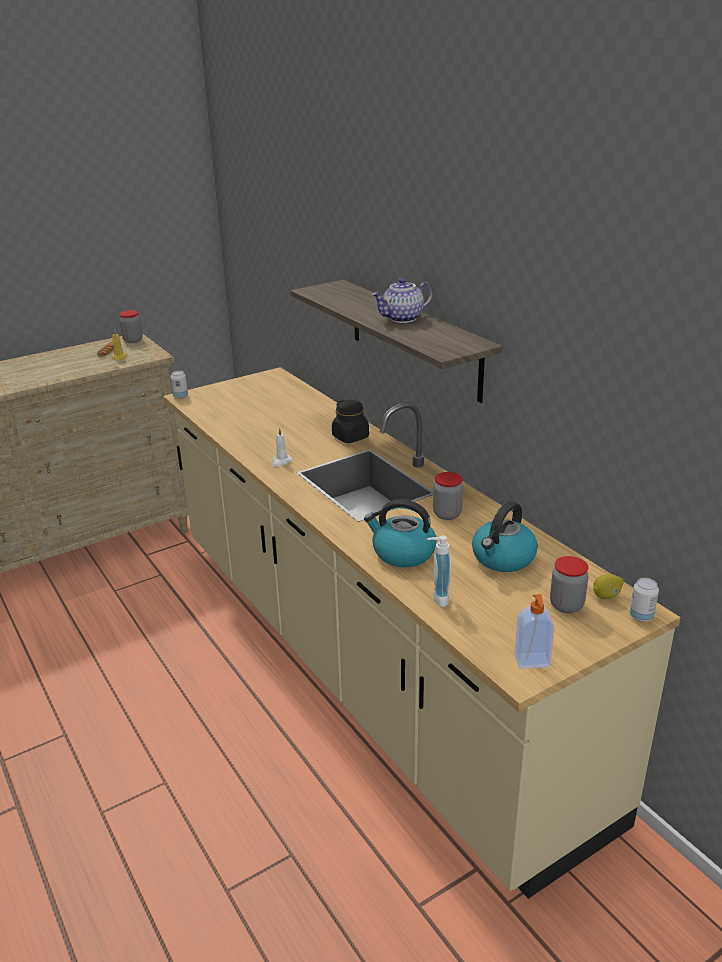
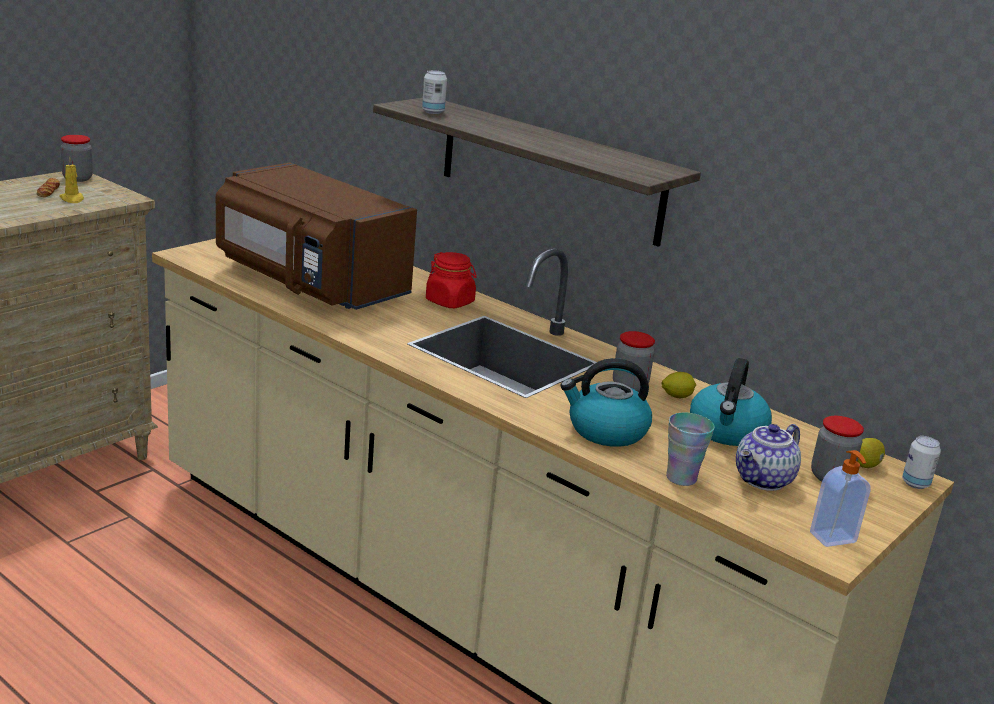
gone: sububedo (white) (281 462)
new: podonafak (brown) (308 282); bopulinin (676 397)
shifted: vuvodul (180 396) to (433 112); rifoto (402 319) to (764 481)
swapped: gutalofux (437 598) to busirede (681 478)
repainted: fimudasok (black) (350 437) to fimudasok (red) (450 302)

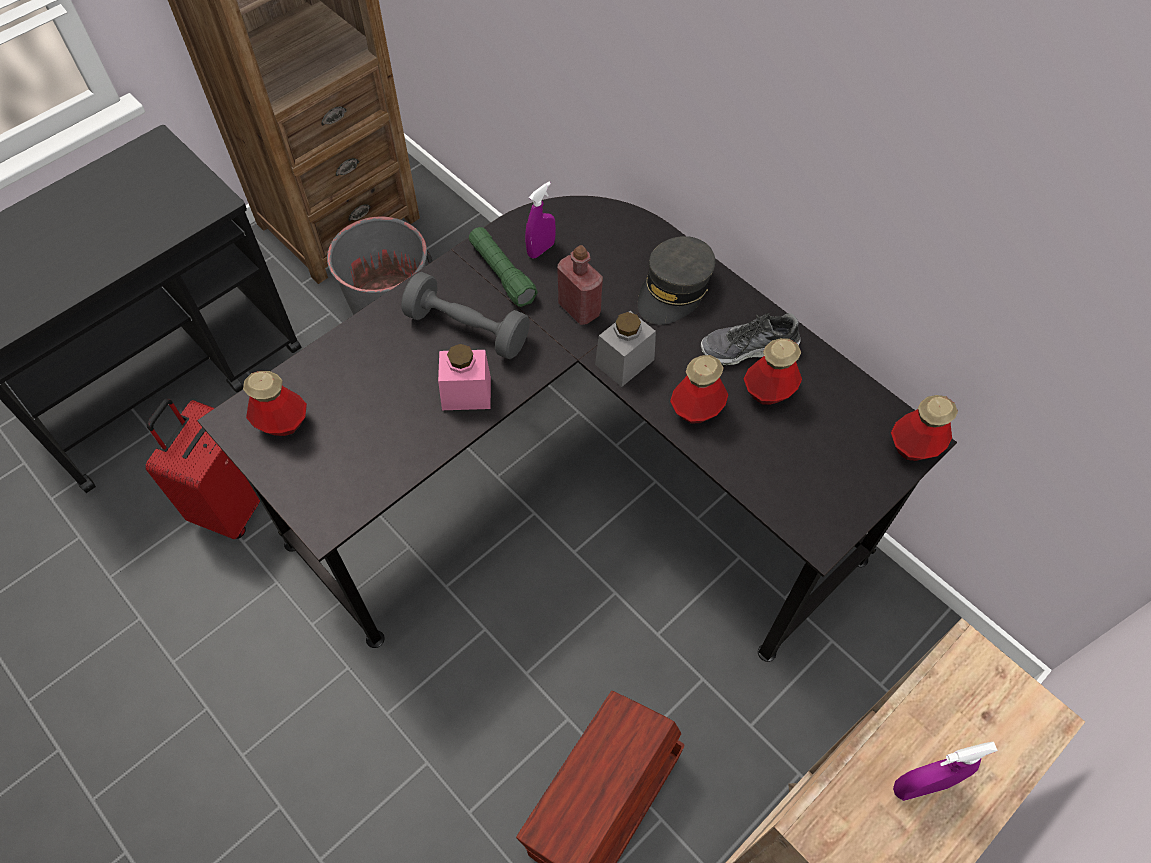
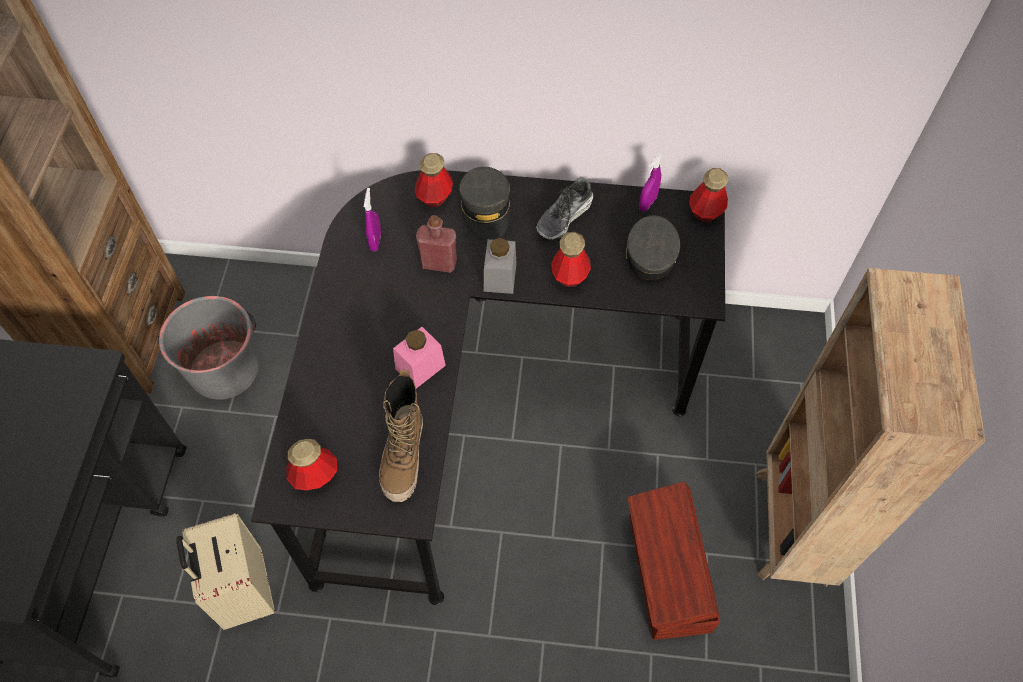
gone: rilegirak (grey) (467 329); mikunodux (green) (502 274)
new: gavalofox (404 457); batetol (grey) (650 253)
shifted: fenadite (768 391) to (434 197); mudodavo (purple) (920 785) to (647 203)
repainted: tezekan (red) (235 503) to tezekan (beige) (243 591)

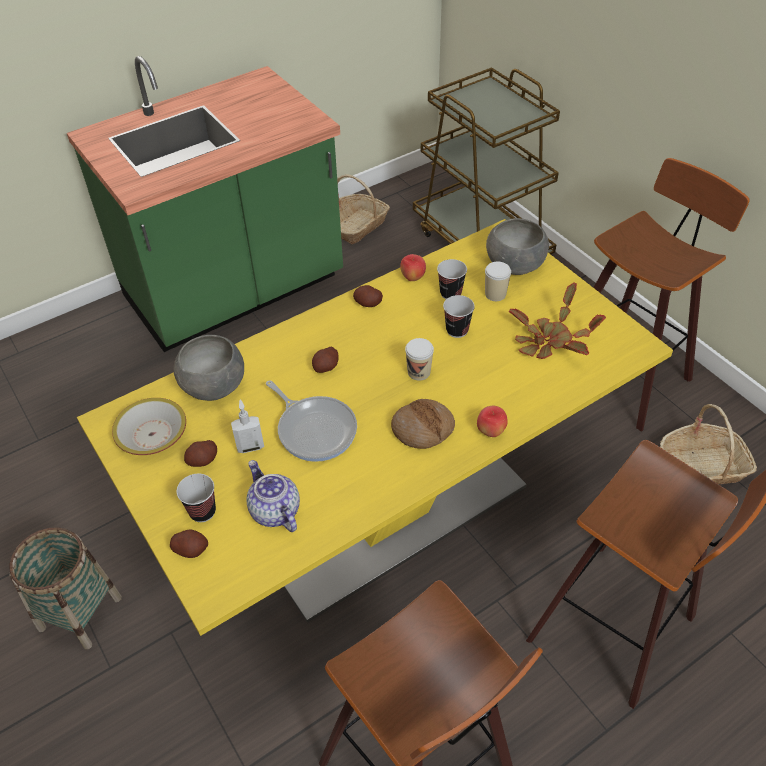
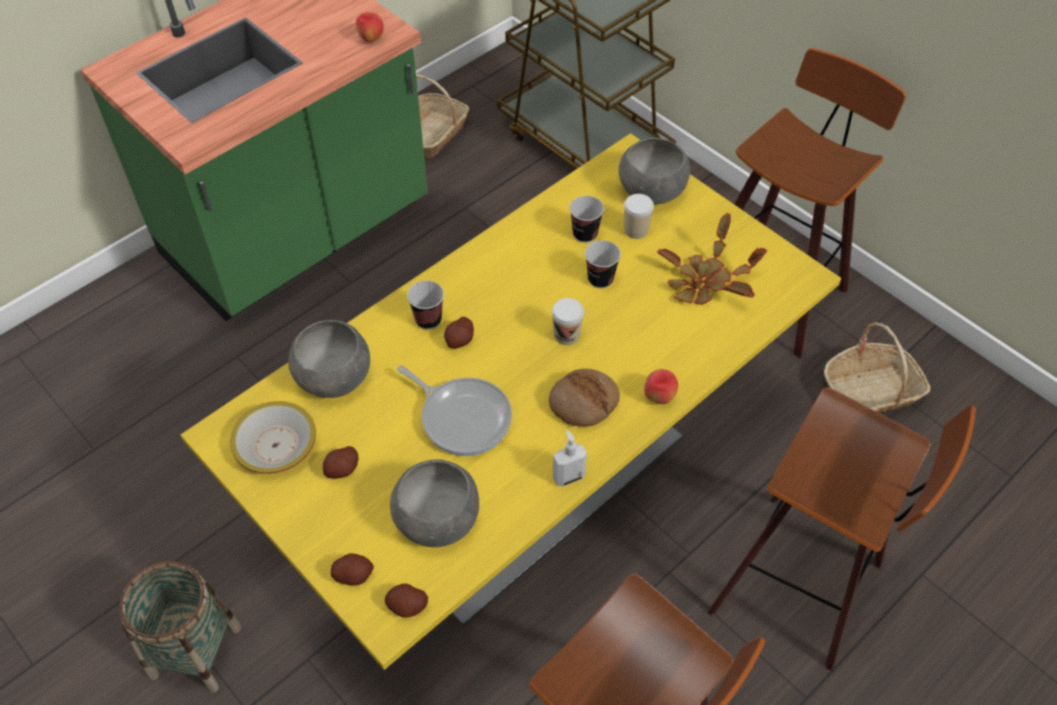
shifted: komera (413 278) to (371 39); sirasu (368 303) to (407 606); busirede (202 511) to (428 320); gutalofux (250 446) to (568 476)
swapped: rifoto (274 511) to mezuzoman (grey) (437 519)

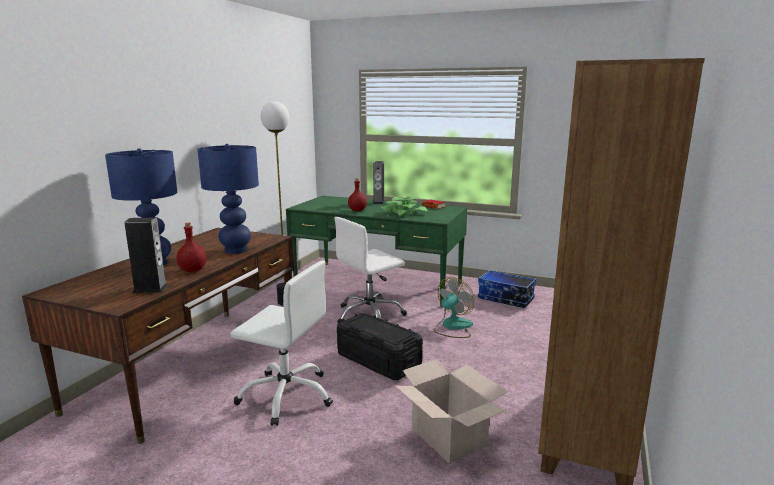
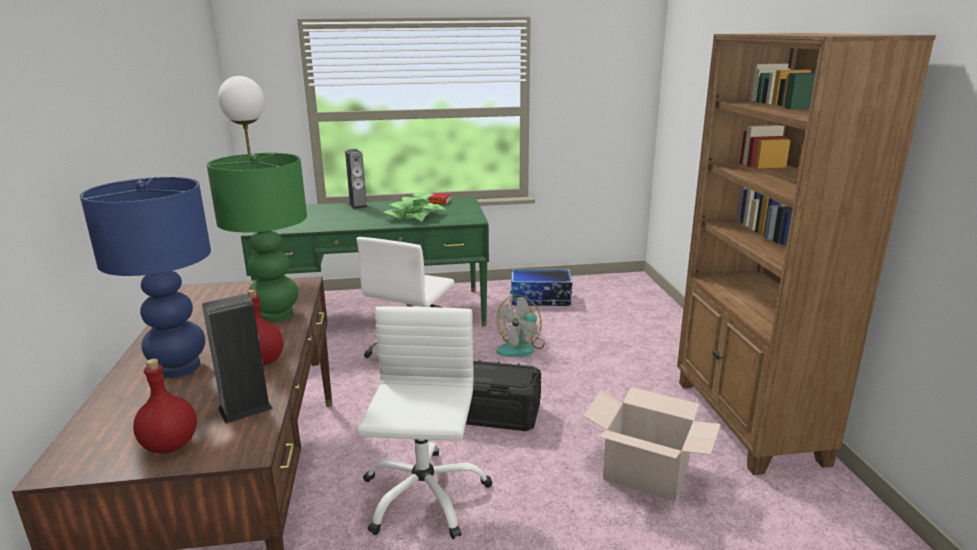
shifted: fenadite (red) (357 210) to (171 445)
repainted: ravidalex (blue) (236 250) to ravidalex (green) (277 315)
rotated: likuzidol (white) (286 395) = (423 495) 75 degrees counterclockwise; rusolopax (452 327) = (521 347) 150 degrees counterclockwise

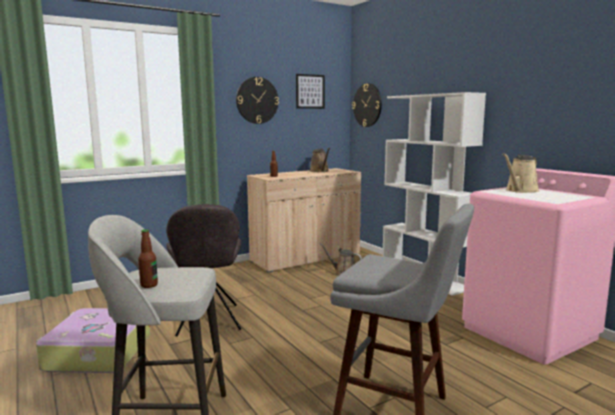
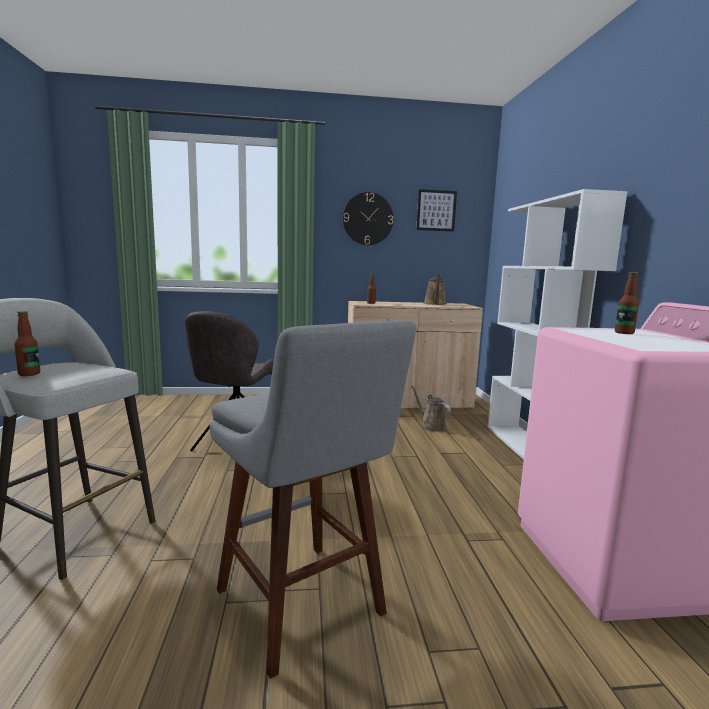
gone: tezekan (97 353); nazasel (367 105)
swapped: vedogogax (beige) (520 191) to fenadite (624 333)

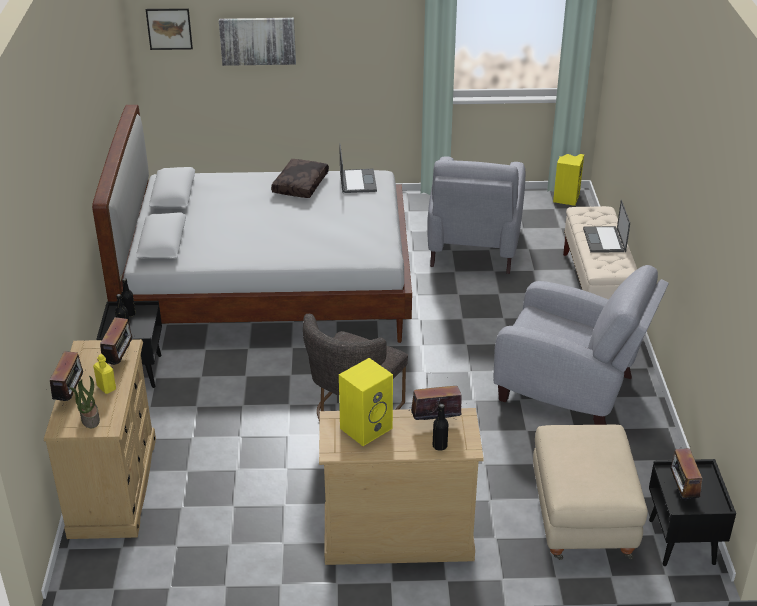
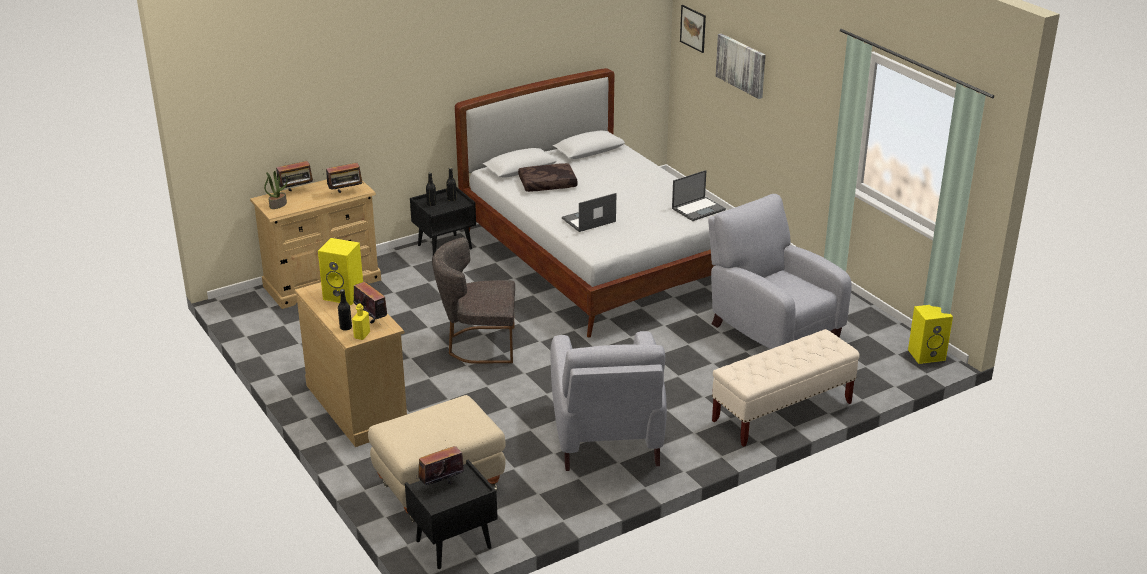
shifted: fenadite (yellow) (106 388) to (362 335); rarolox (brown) (301 185) to (547 184); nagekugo (604 240) to (588 220)
rotated: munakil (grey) (473 247) = (771 330) 75 degrees clockwise

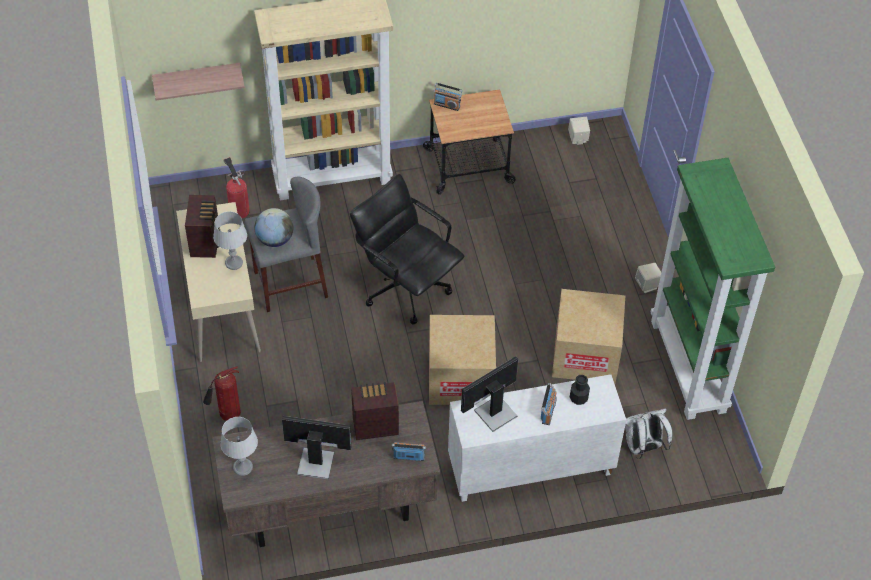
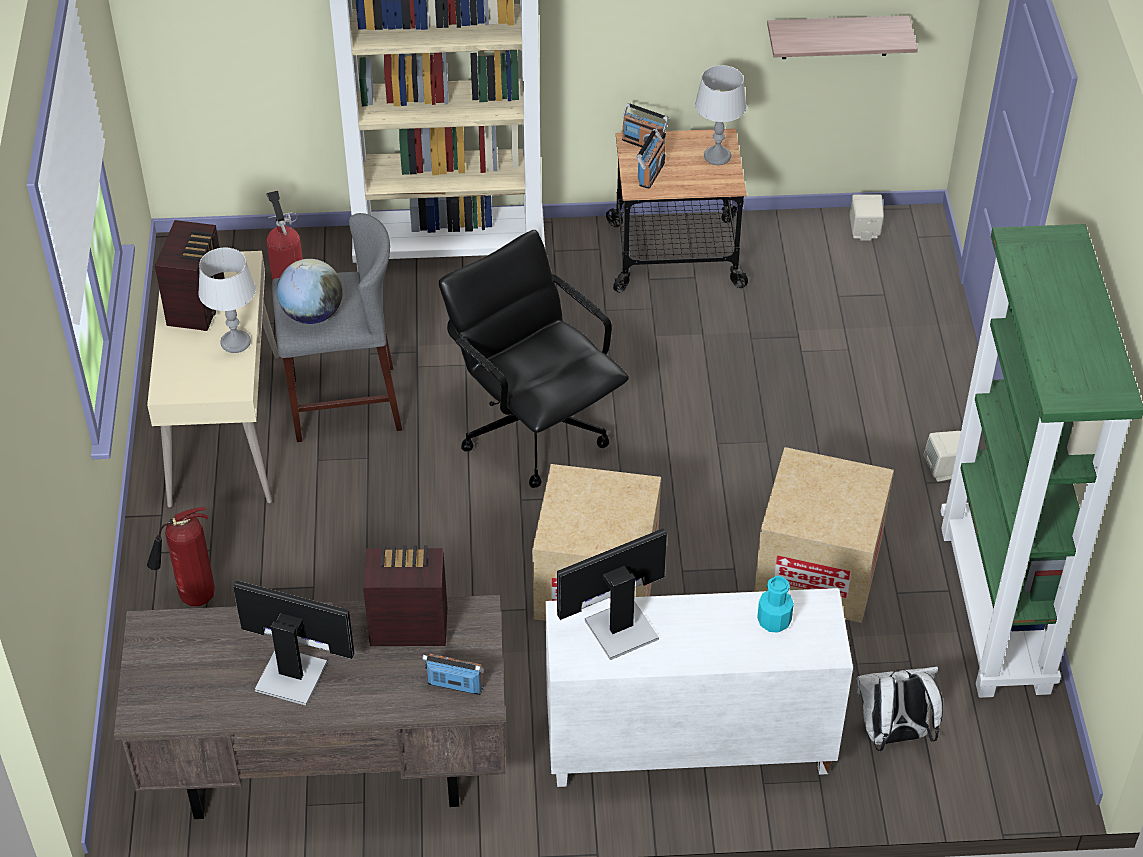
shifted: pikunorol (548 412) to (651 174); ravidalex (grey) (243 467) to (717 156); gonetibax (197 79) to (836 37)
repainted: fenadite (black) (578 398) to fenadite (turquoise) (774 621)

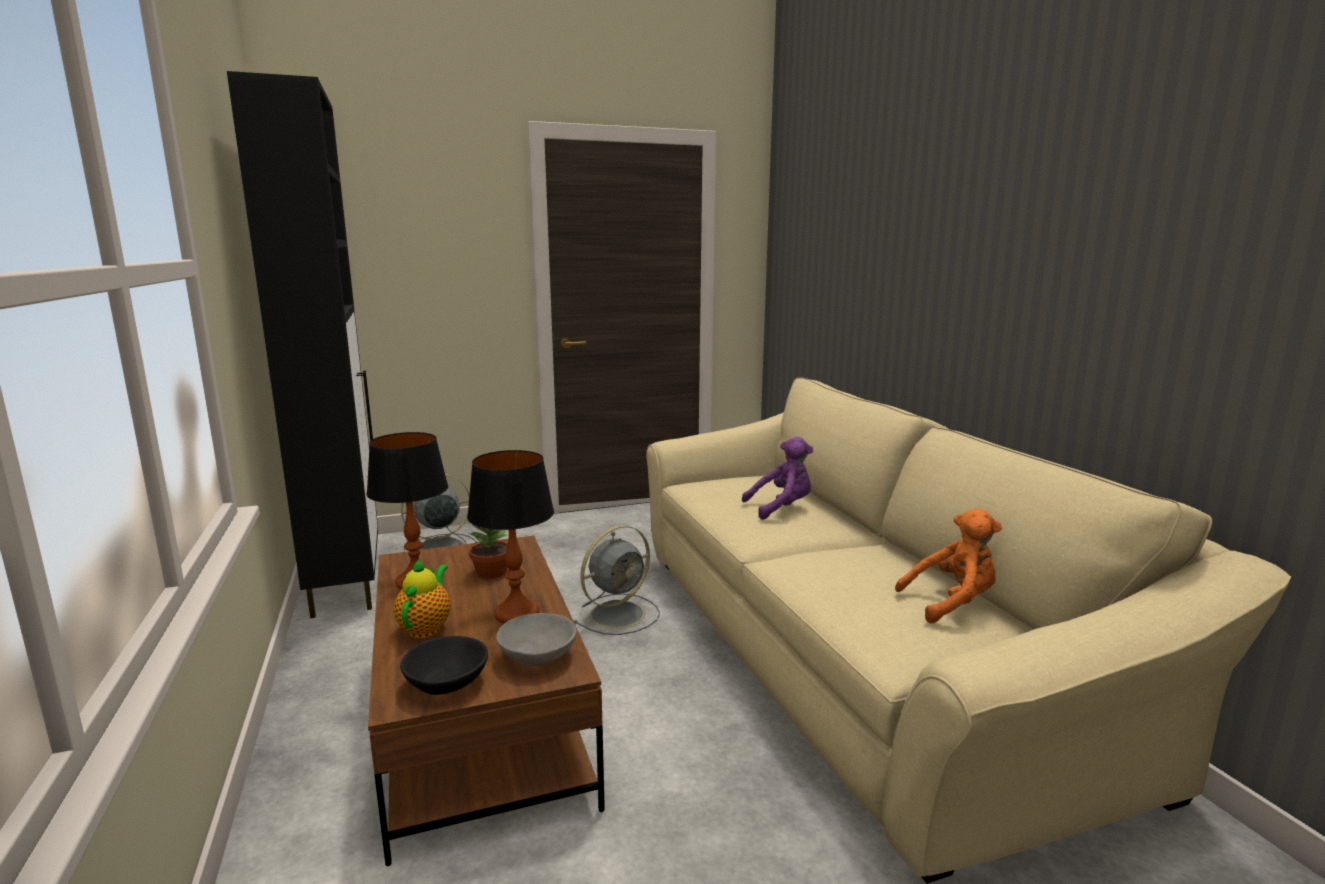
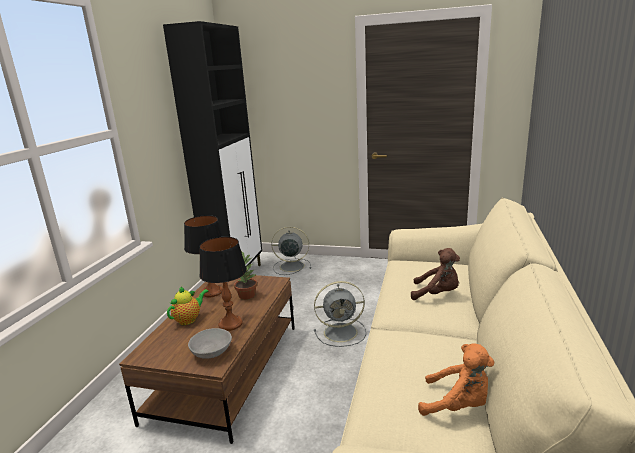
gone: mezuzoman (black) (446 684)
repainted: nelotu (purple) (781 508) to nelotu (brown) (437 294)

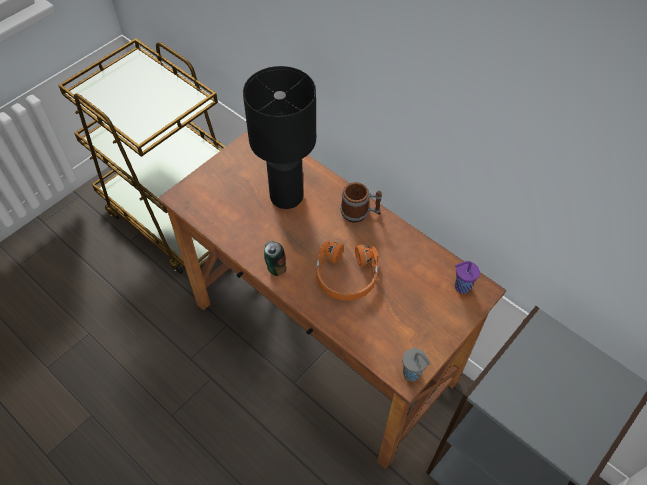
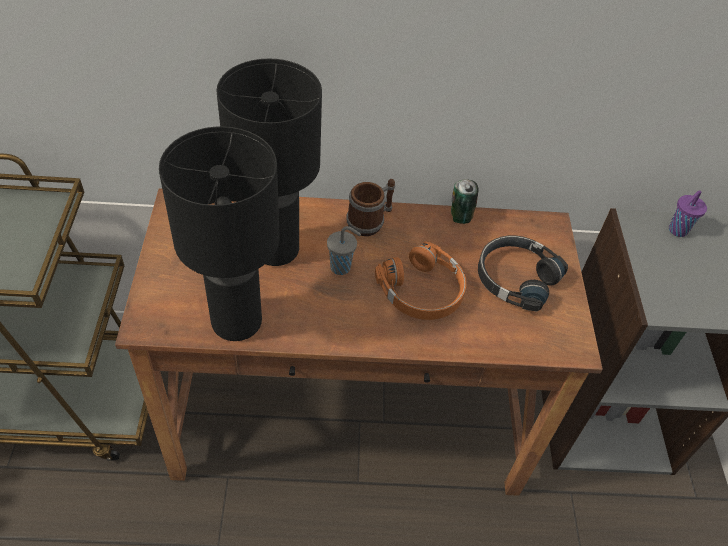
new: ravidalex (black) (237 322); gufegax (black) (515 278)
shifted: busirede (grey) (412 374) to (342 267); vuvodul (275 268) to (460 217); busirede (purple) (461 286) to (676 231)

